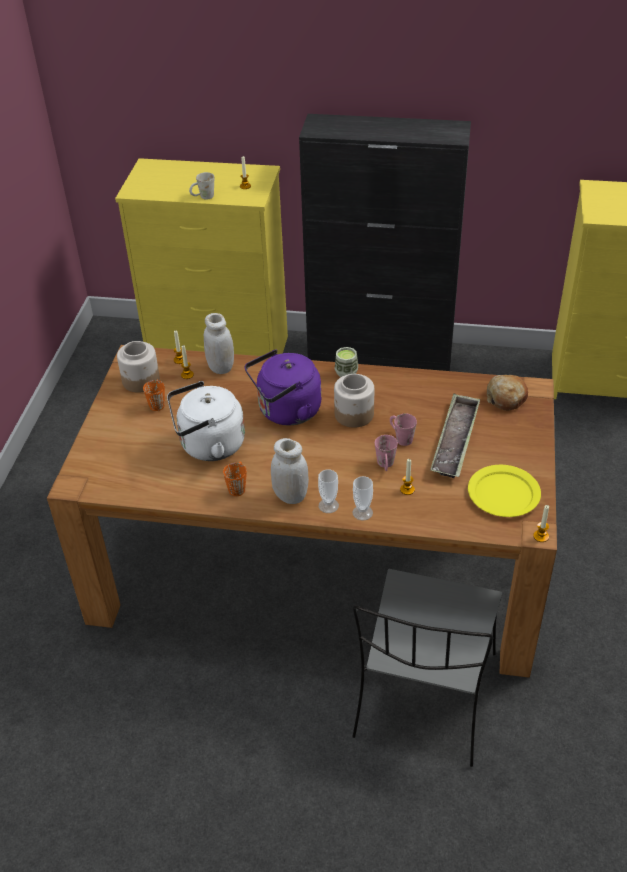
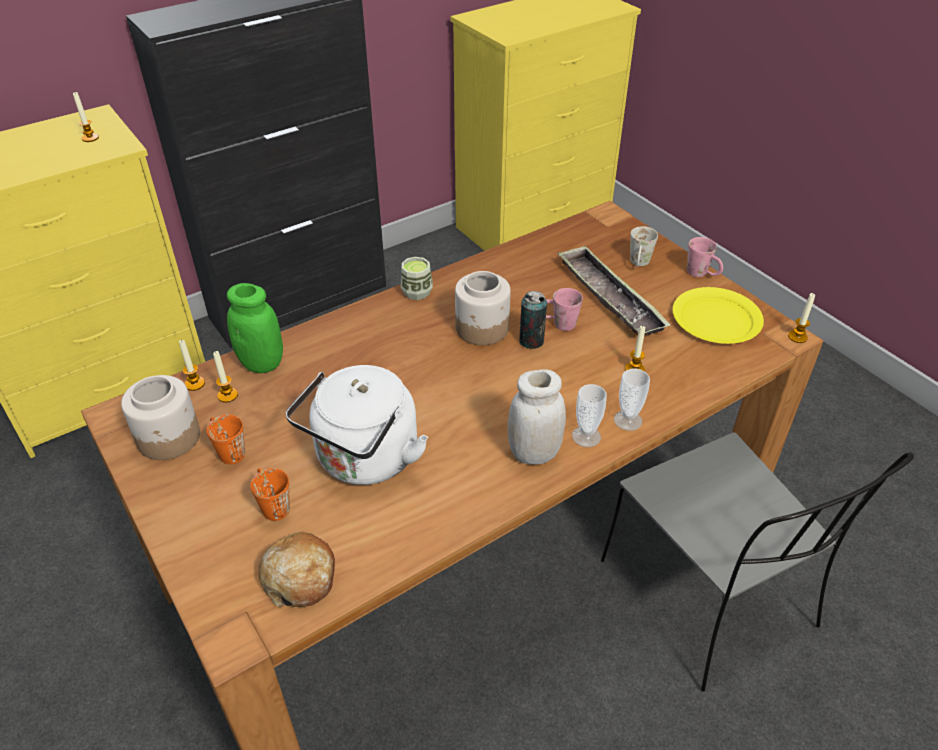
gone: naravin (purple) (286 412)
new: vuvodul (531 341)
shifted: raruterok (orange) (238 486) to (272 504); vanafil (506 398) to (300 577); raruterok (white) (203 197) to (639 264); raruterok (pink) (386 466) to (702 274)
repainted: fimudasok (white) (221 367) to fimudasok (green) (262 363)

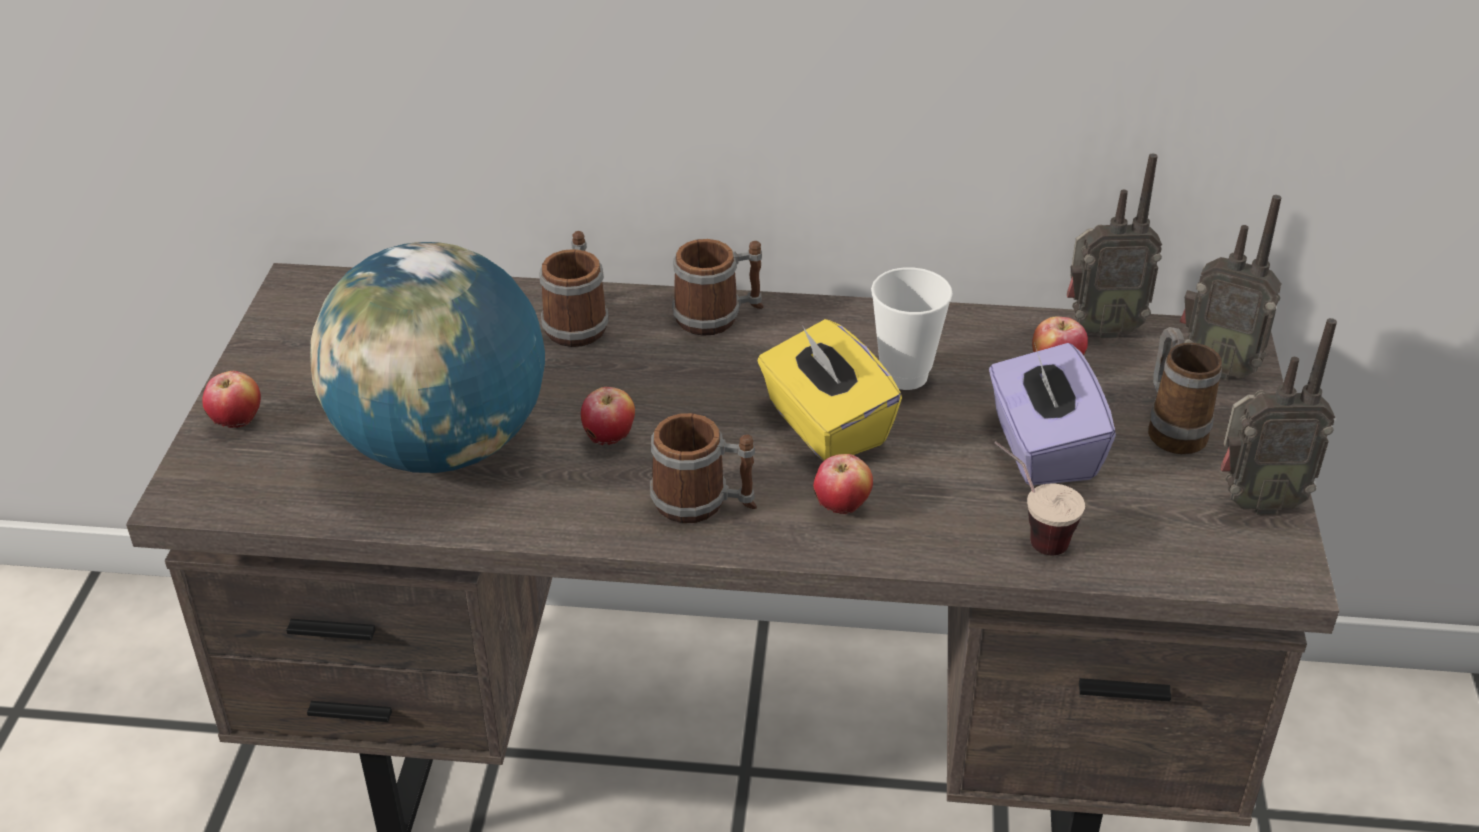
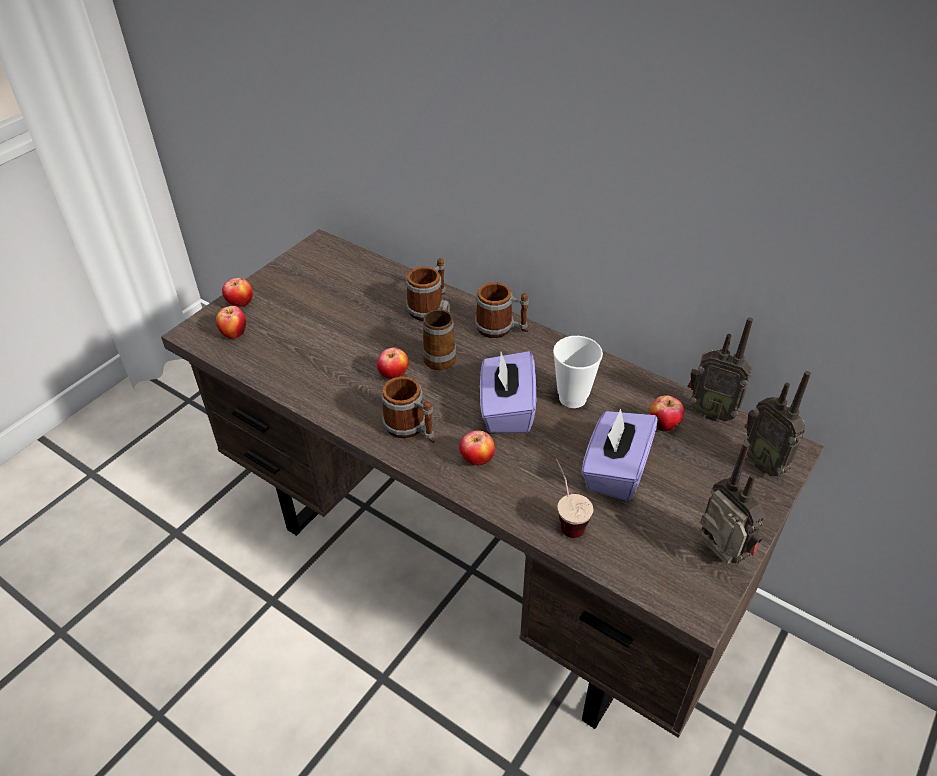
gone: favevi (441 446)
new: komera (234 334)
shifted: raruterok (1172 428) to (442 355)
repainted: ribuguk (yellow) (825 425) to ribuguk (purple) (506 410)
rotated: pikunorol (1255 501) = (718 556) 150 degrees counterclockwise

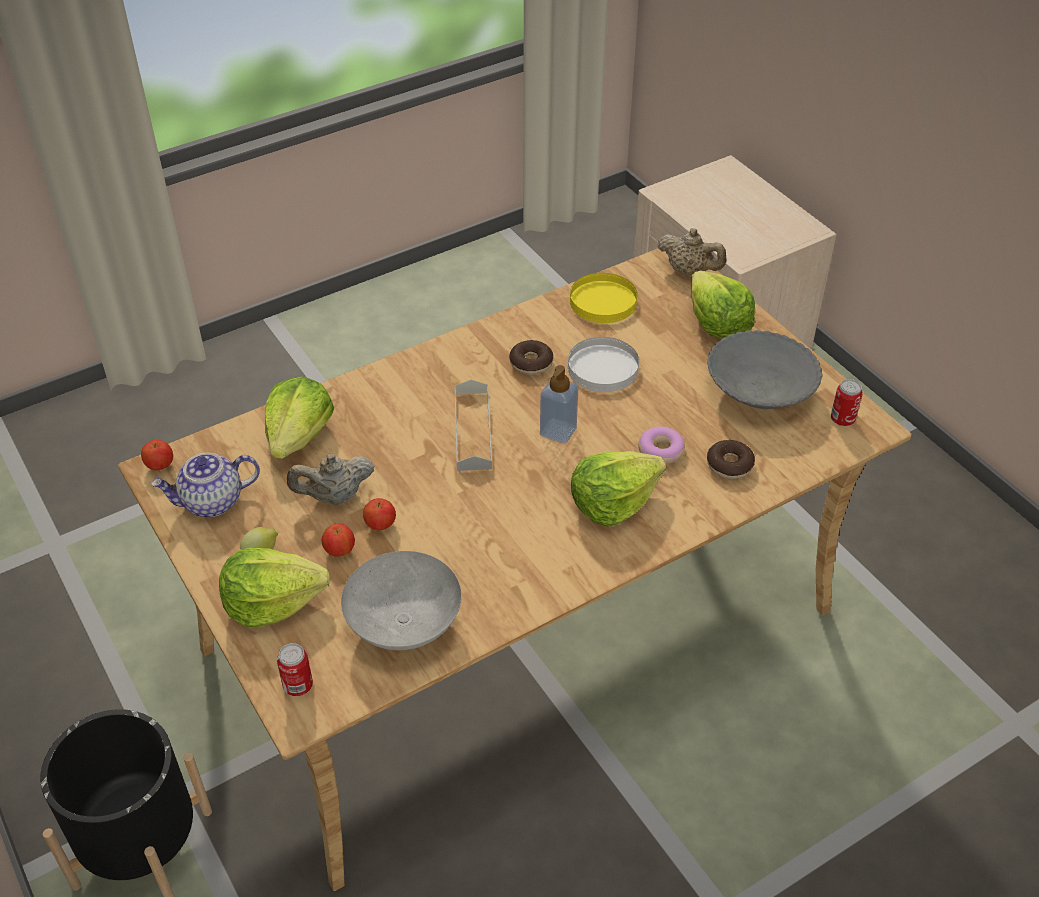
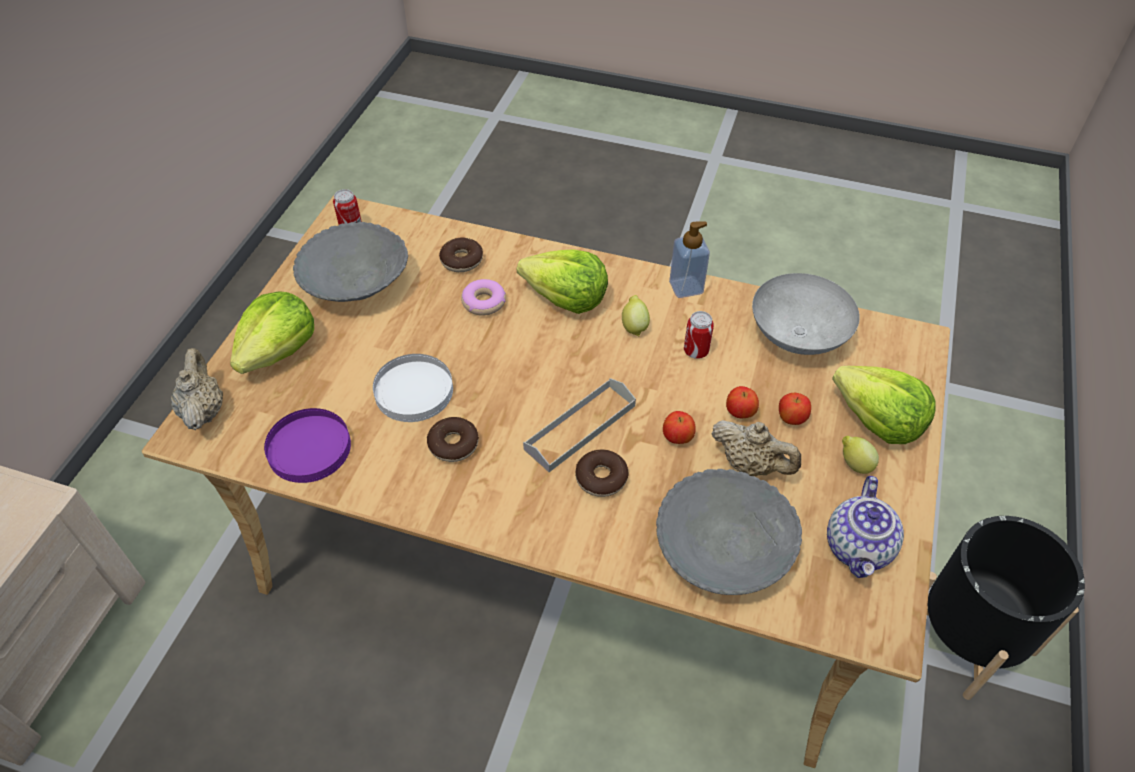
new: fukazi (601 478); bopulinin (634 326)
shifted: komera (160 465) to (677 438); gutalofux (558 431) to (686 287); vuvodul (298 686) to (696 351)
swapped: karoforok (299 436) to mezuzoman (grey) (722 549)
repainted: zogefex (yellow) (603 301) to zogefex (purple) (308 448)
rotated: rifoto (212 502) = (859 548) 75 degrees clockwise

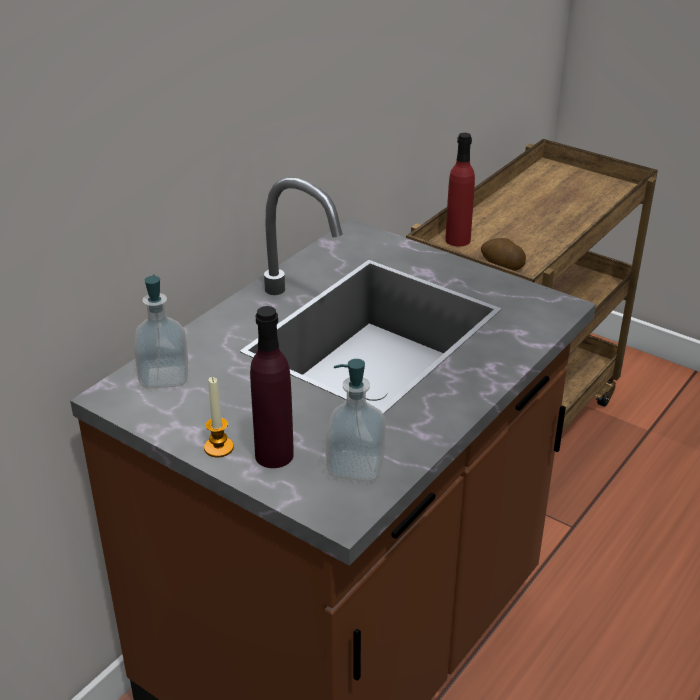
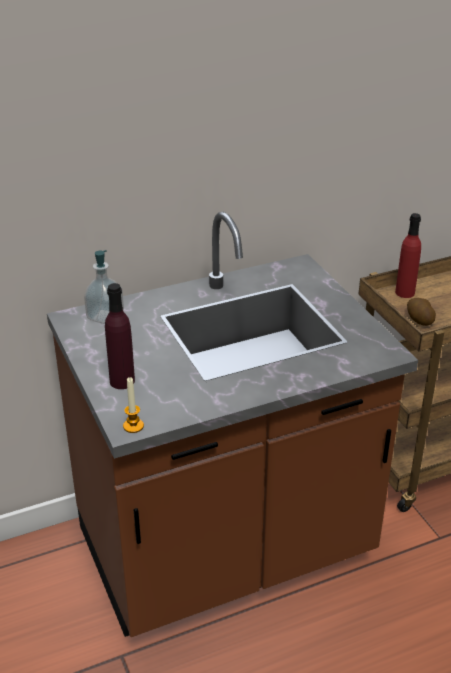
gone: gutalofux (355 466)
shifted: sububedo (219 448) to (133 426)

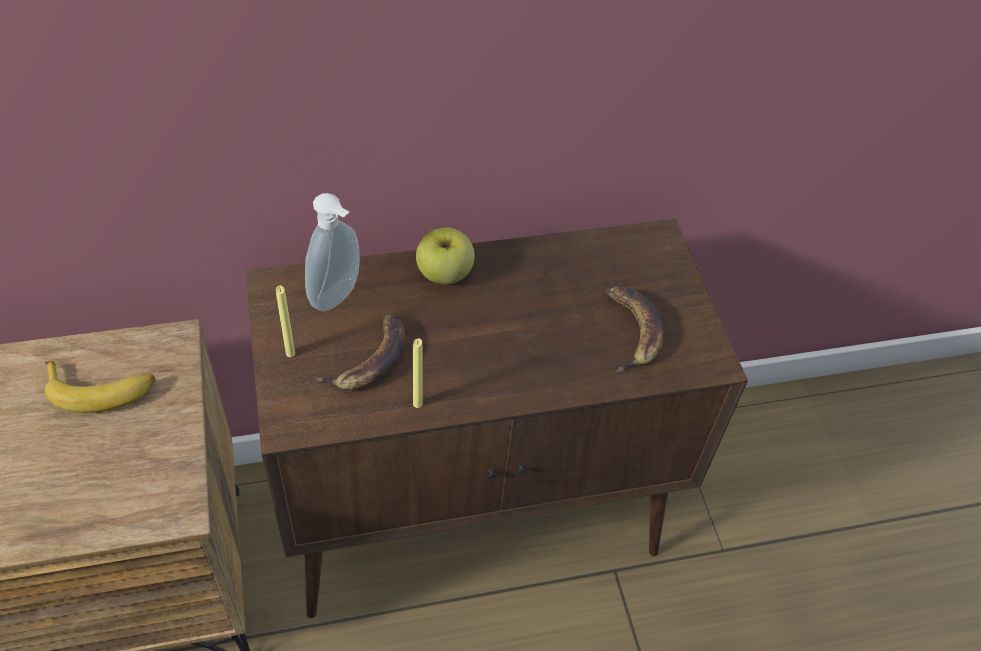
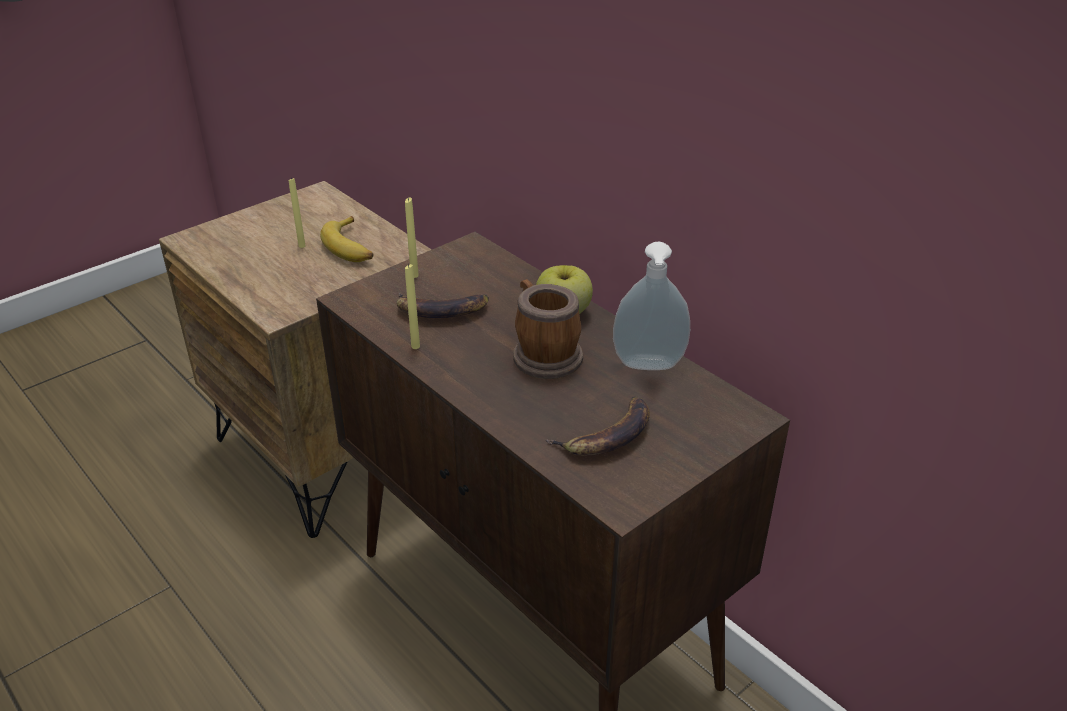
new: sububedo (yellow) (302 246); raruterok (543 354)
shifted: gutalofux (338 297) to (648 367)

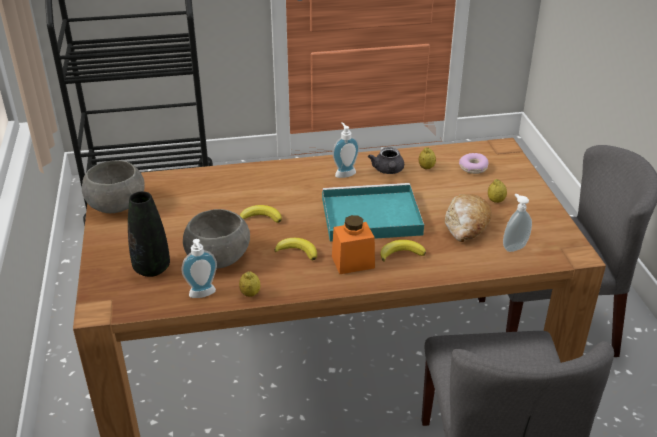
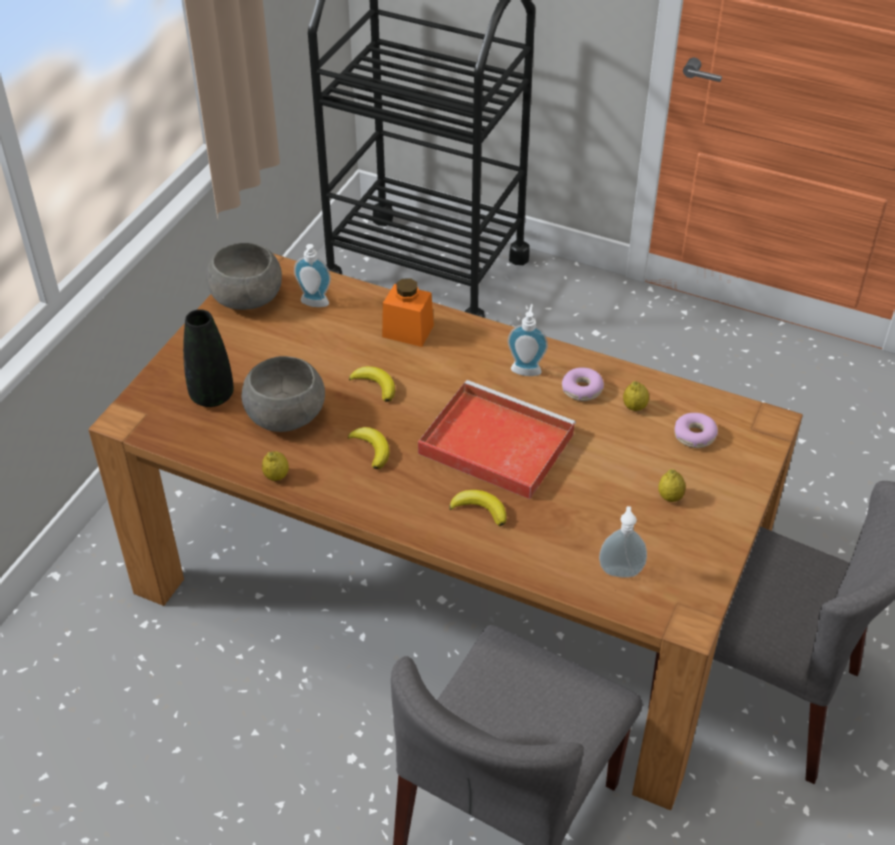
gone: vanafil (466 225)
shifted: gutalofux (203 295) to (313 304); fimudasok (orange) (353 262) to (408 331)
swapped: rifoto (grey) (388 171) to fukazi (582 390)
repainted: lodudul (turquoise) (369 217) to lodudul (red) (493 443)

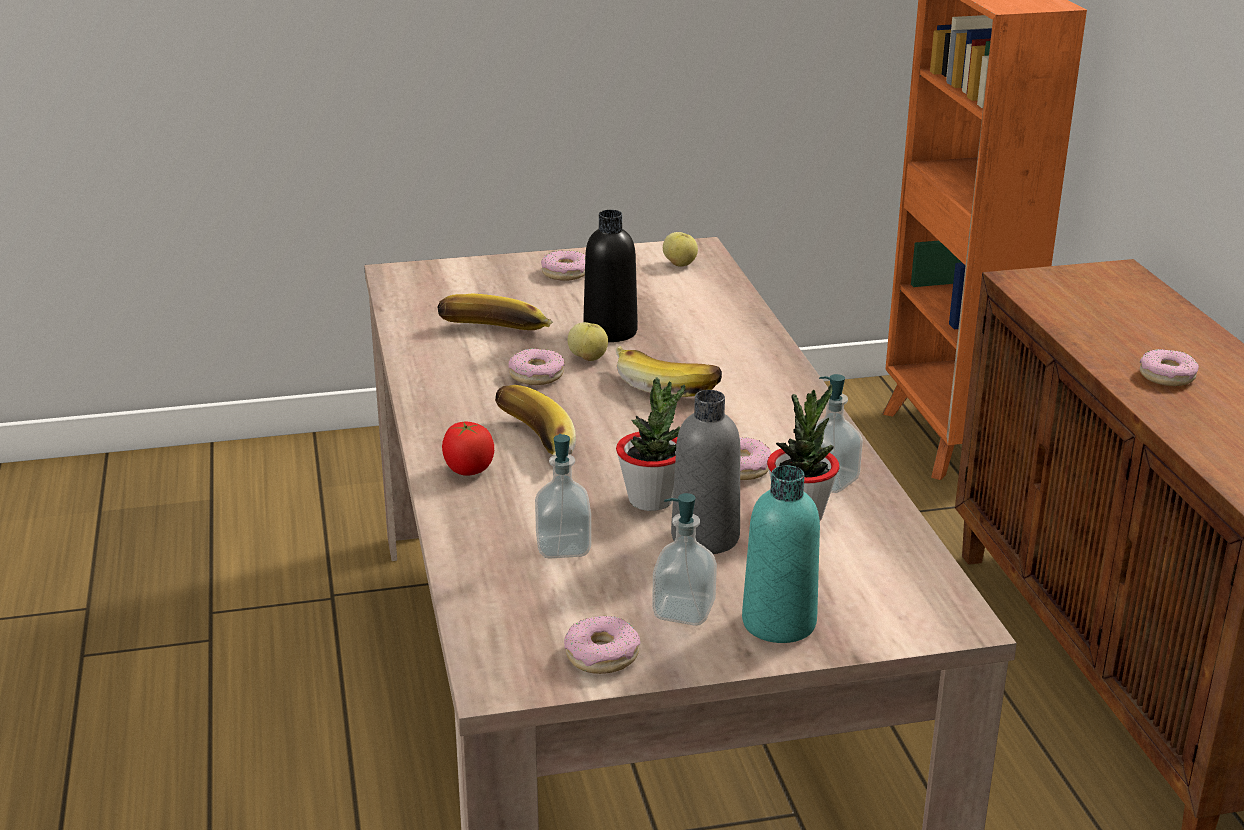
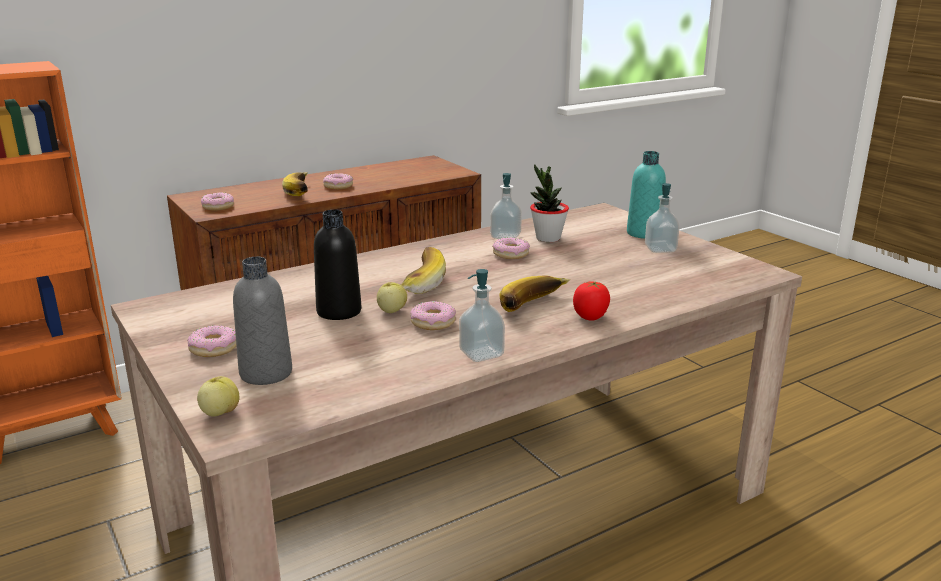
gone: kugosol (651 500)
shifted: komera (680 264) to (220 413); fukazi (602 655) to (218 206); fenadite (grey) (705 537) to (266 373); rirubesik (494 333) to (303 192); gutalofux (563 547) to (481 354)

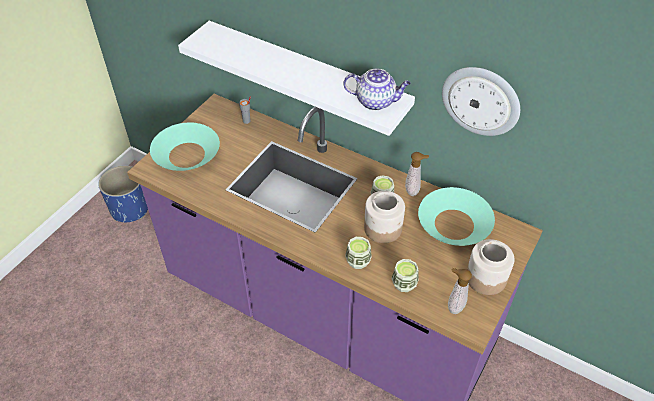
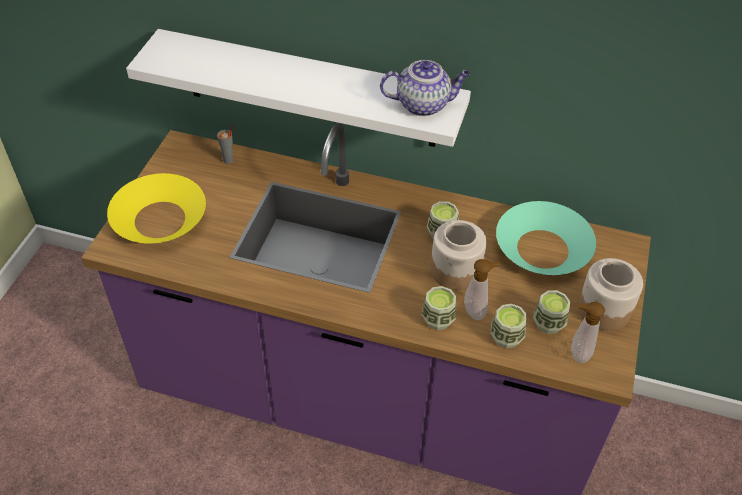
gone: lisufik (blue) (129 209); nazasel (481 100)
new: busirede (548 323)
shifted: gutalofux (413 191) to (477 311)
repainted: mezuzoman (turquoise) (187 155) to mezuzoman (yellow) (160 219)

